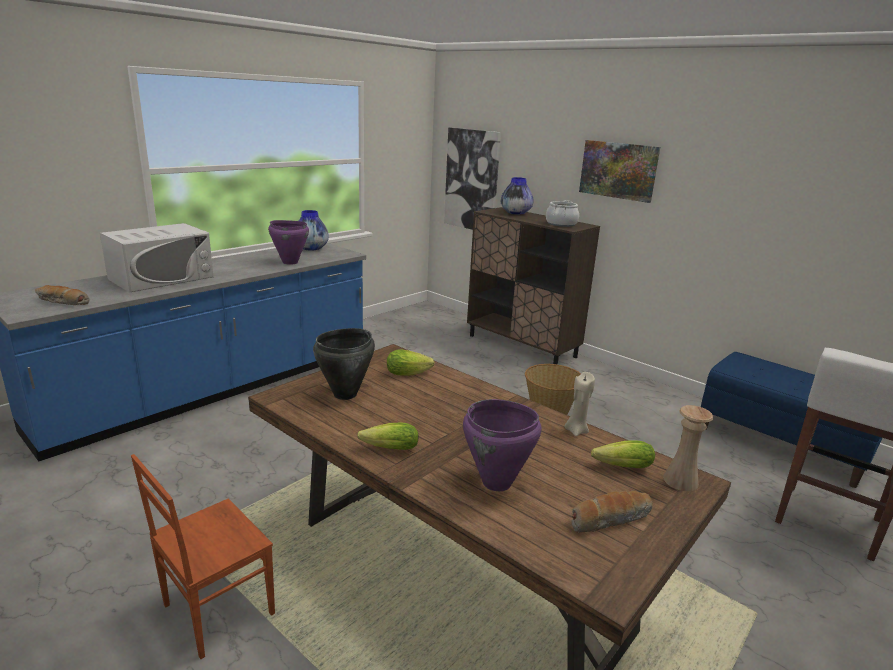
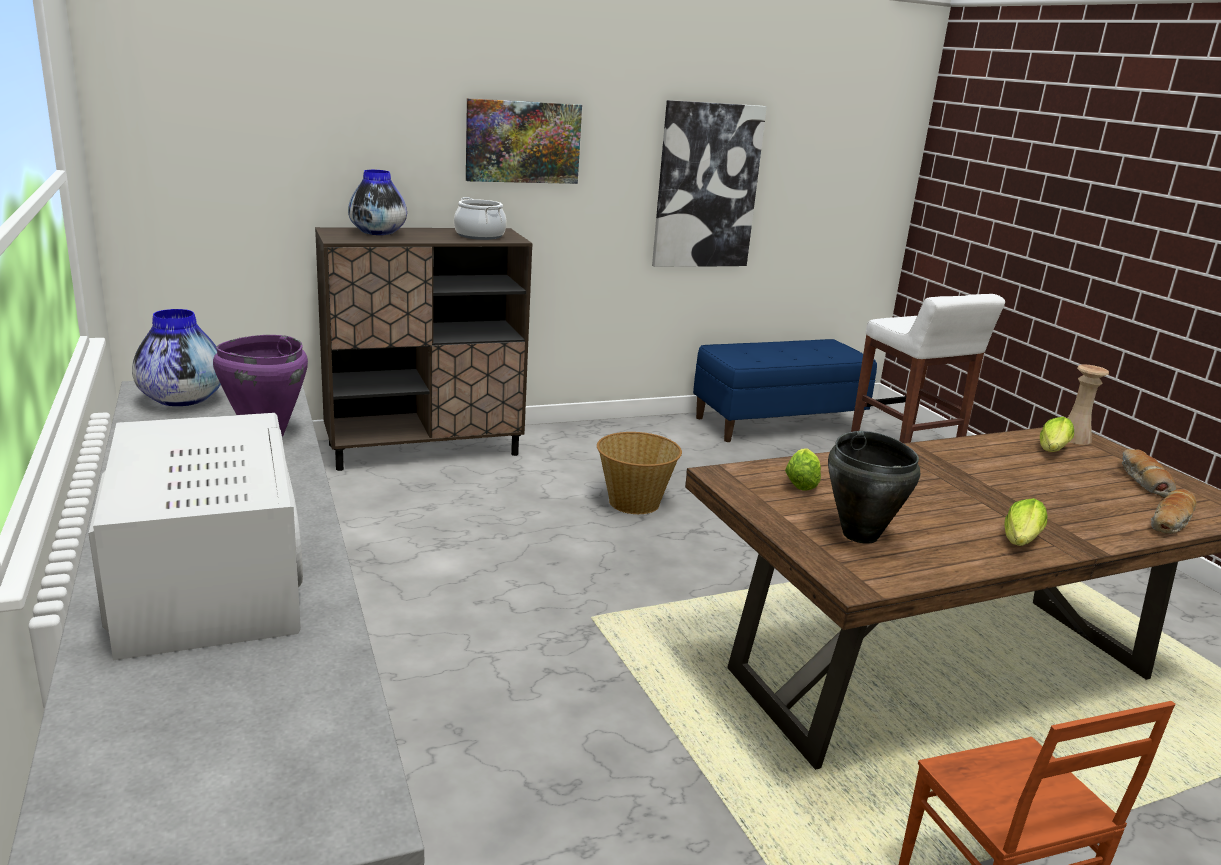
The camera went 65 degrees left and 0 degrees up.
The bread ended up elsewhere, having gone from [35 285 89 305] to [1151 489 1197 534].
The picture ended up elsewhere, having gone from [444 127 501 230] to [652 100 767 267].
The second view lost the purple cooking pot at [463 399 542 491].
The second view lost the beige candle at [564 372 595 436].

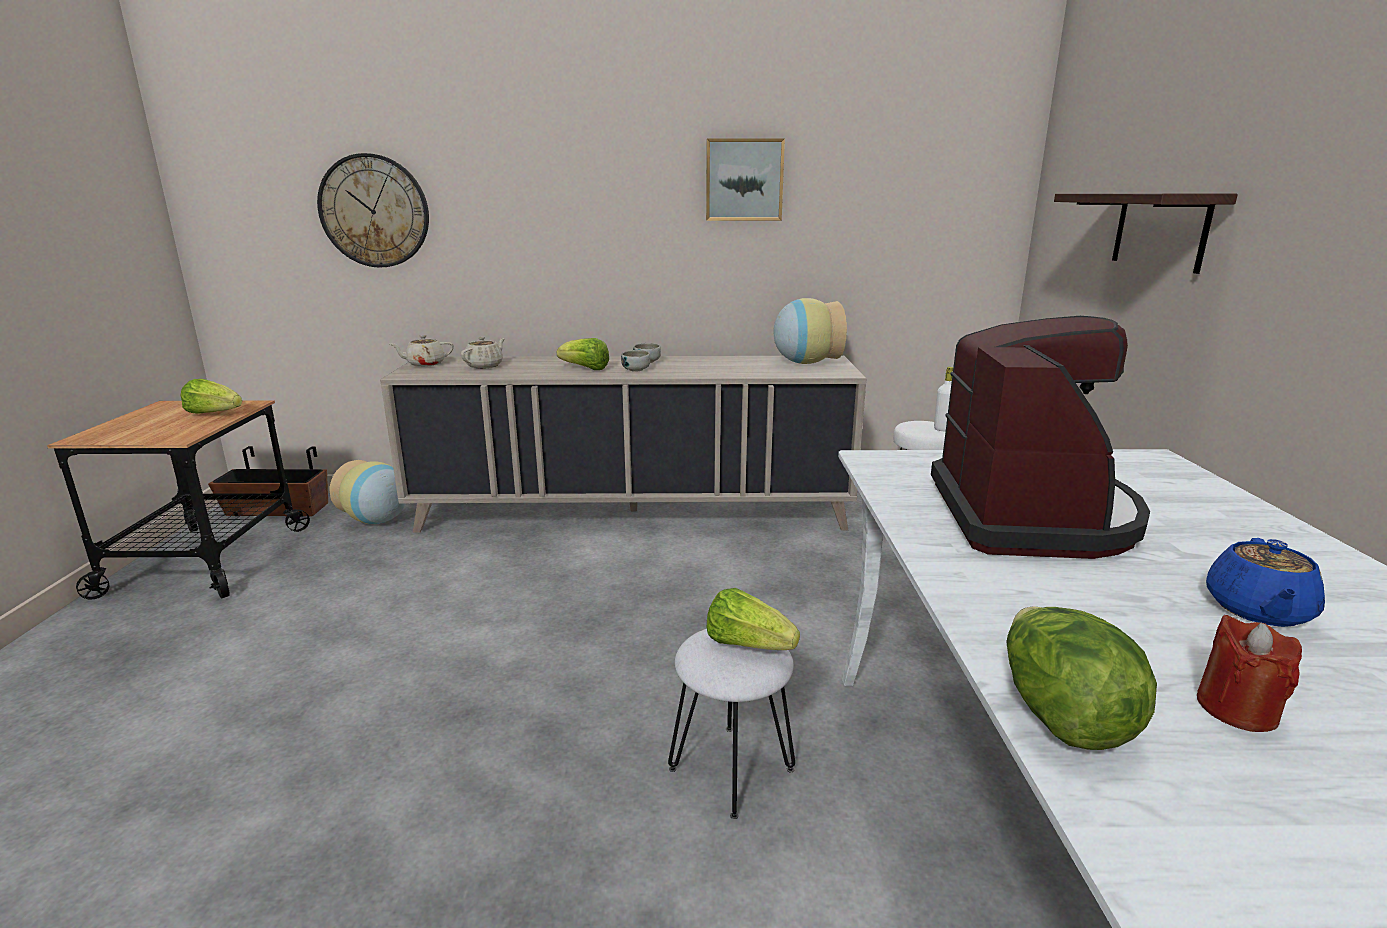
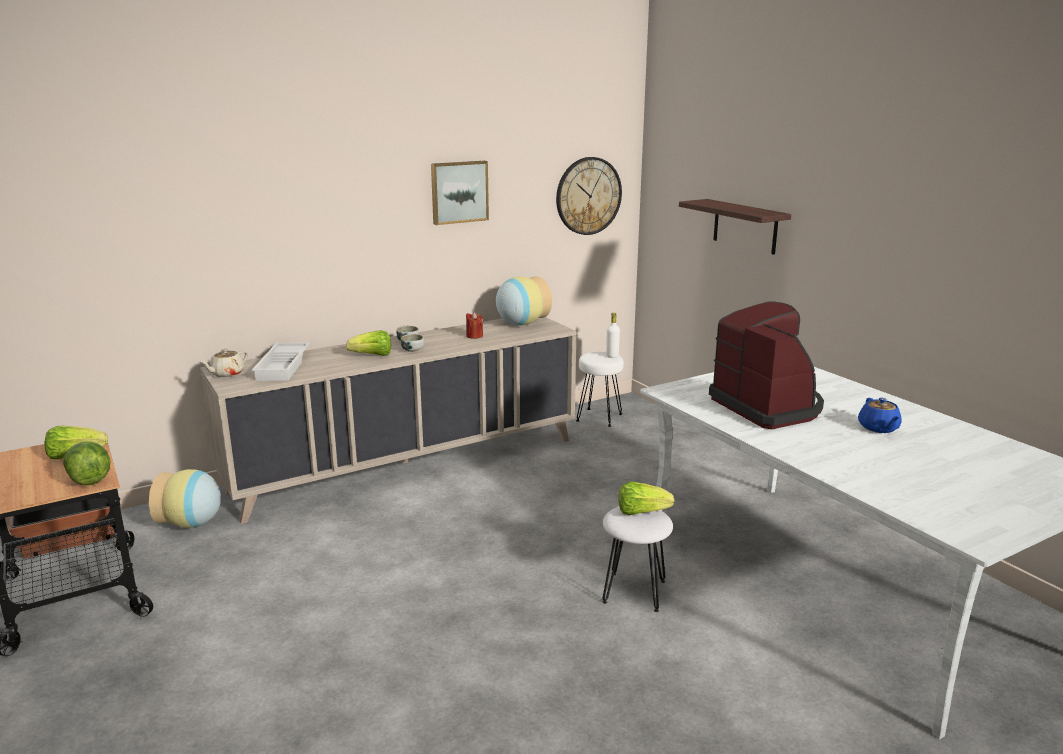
The camera went 30 degrees left and 0 degrees up.
The wall clock ended up elsewhere, having gone from [317 153 429 268] to [556 157 622 235].
Where the beige teapot stood at [461 337 505 369], the white tray came to stand at [252 343 310 381].
The lettuce ended up elsewhere, having gone from [1006 607 1157 750] to [63 441 110 485].
The red candle ended up elsewhere, having gone from [1197 614 1302 732] to [466 312 483 339].

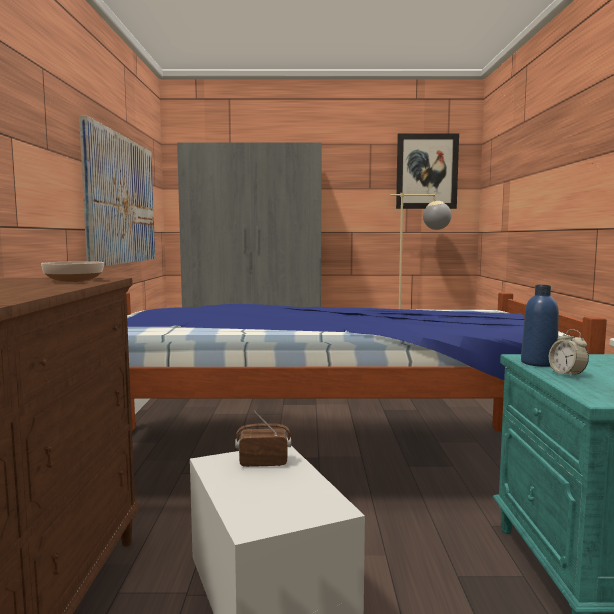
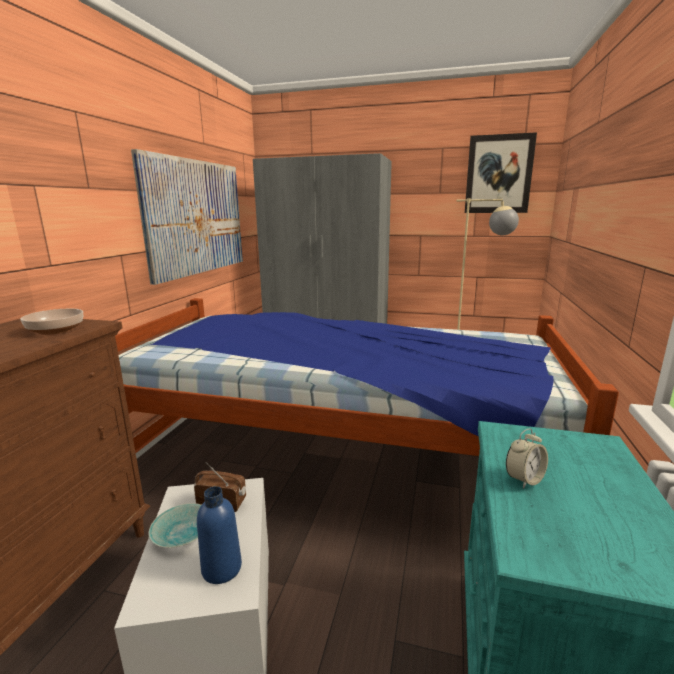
The camera went 15 degrees right and 10 degrees up.
The blue bottle ended up elsewhere, having gone from [521 285 559 367] to [197 486 242 584].
The alarm clock at [549 329 589 378] ended up facing another way, 120 degrees counterclockwise from before.
The second view gained the turquoise bowl at [148 503 201 548].

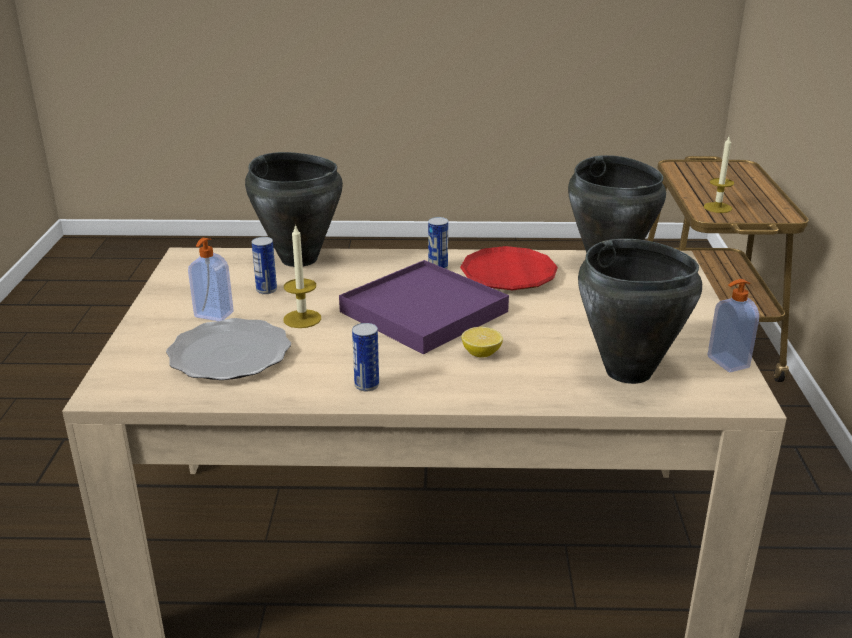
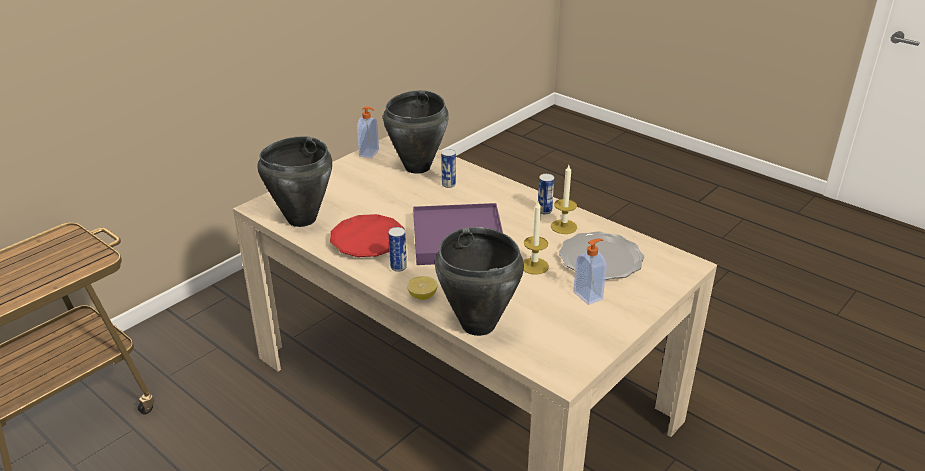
The camera went 140 degrees left and 5 degrees up.
The can ended up elsewhere, having gone from [252 237 277 294] to [441 149 456 188].
The lemon ended up elsewhere, having gone from [462 327 503 358] to [407 276 437 300].
The candle ended up elsewhere, having gone from [704 137 734 213] to [551 165 577 234].

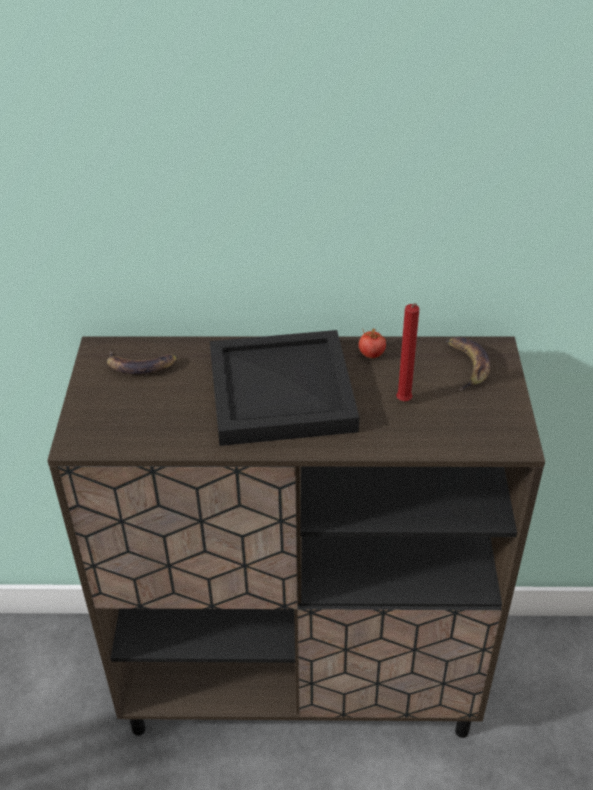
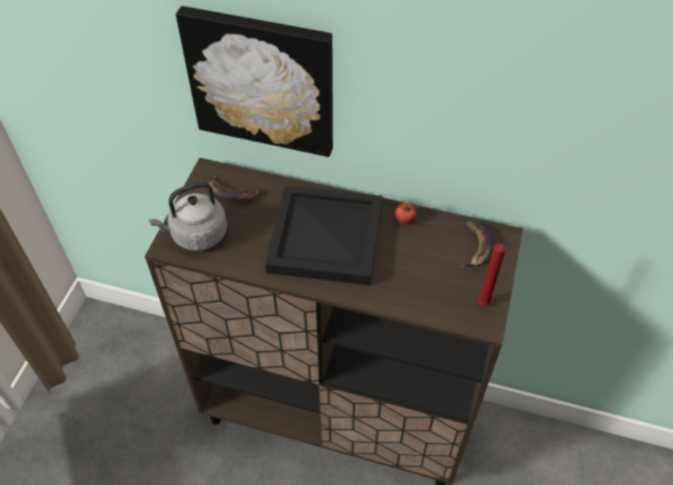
The camera went 15 degrees right and 10 degrees up.
The red candle ended up elsewhere, having gone from [396 303 419 401] to [478 243 506 306].
The second view gained the grey kettle at [148 182 227 251].
The second view gained the picture at [176 6 333 157].

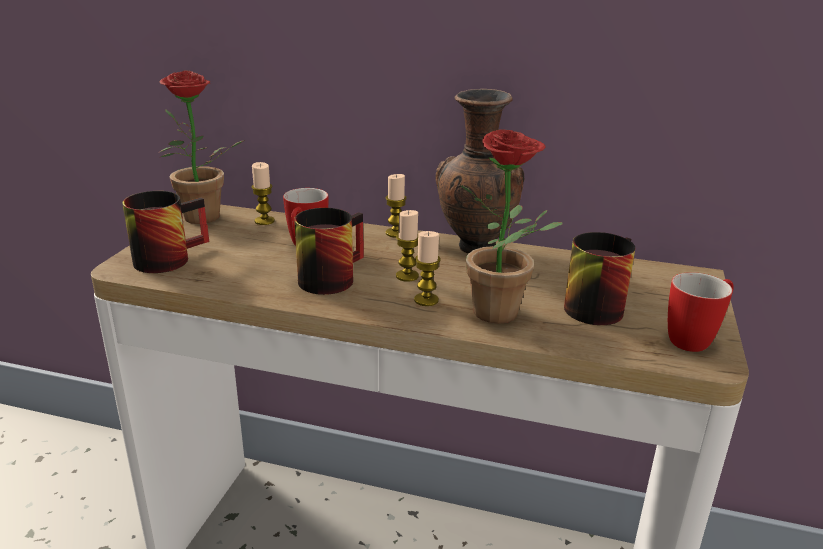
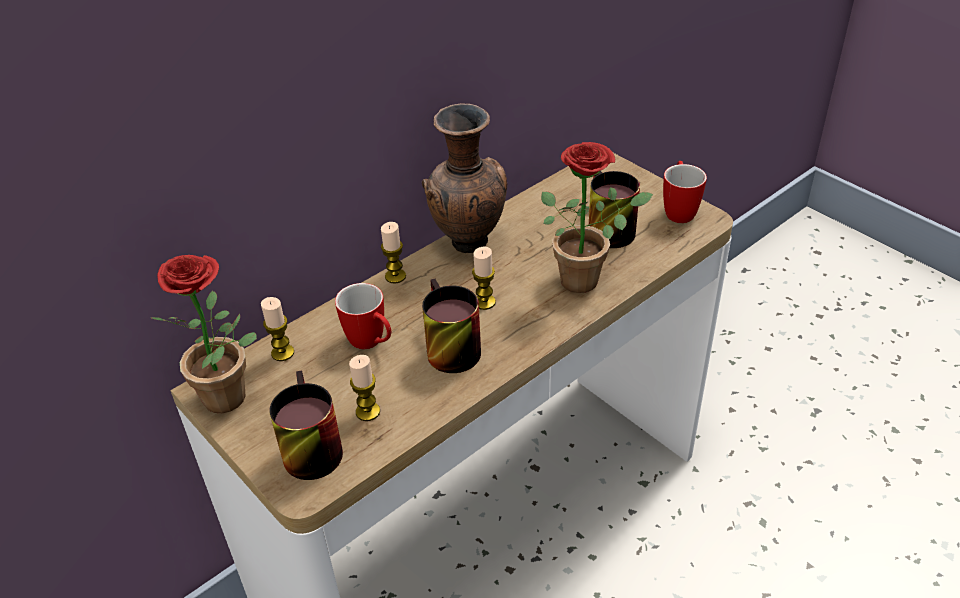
The camera went 55 degrees left and 15 degrees up.
The candle ended up elsewhere, having gone from [414 231 441 306] to [349 355 380 421].

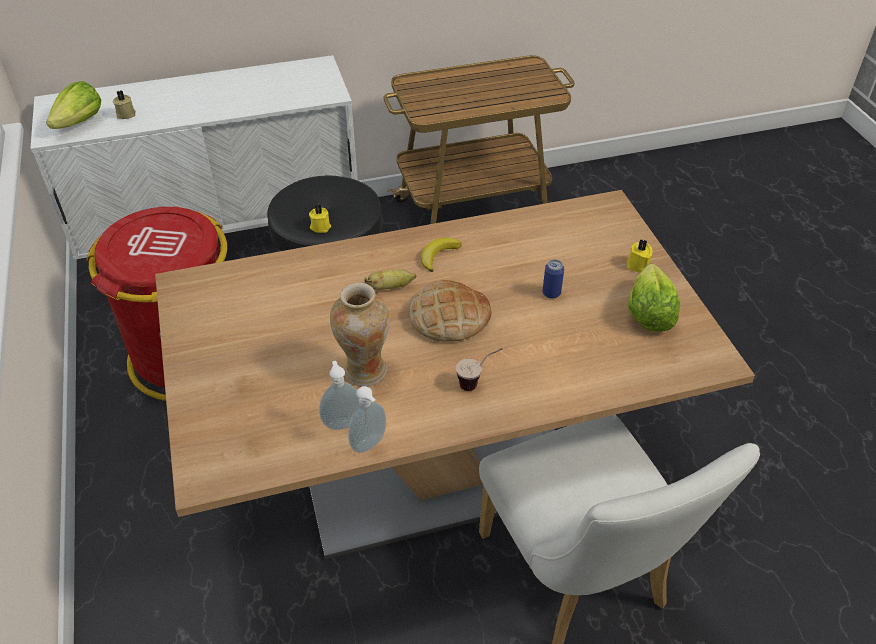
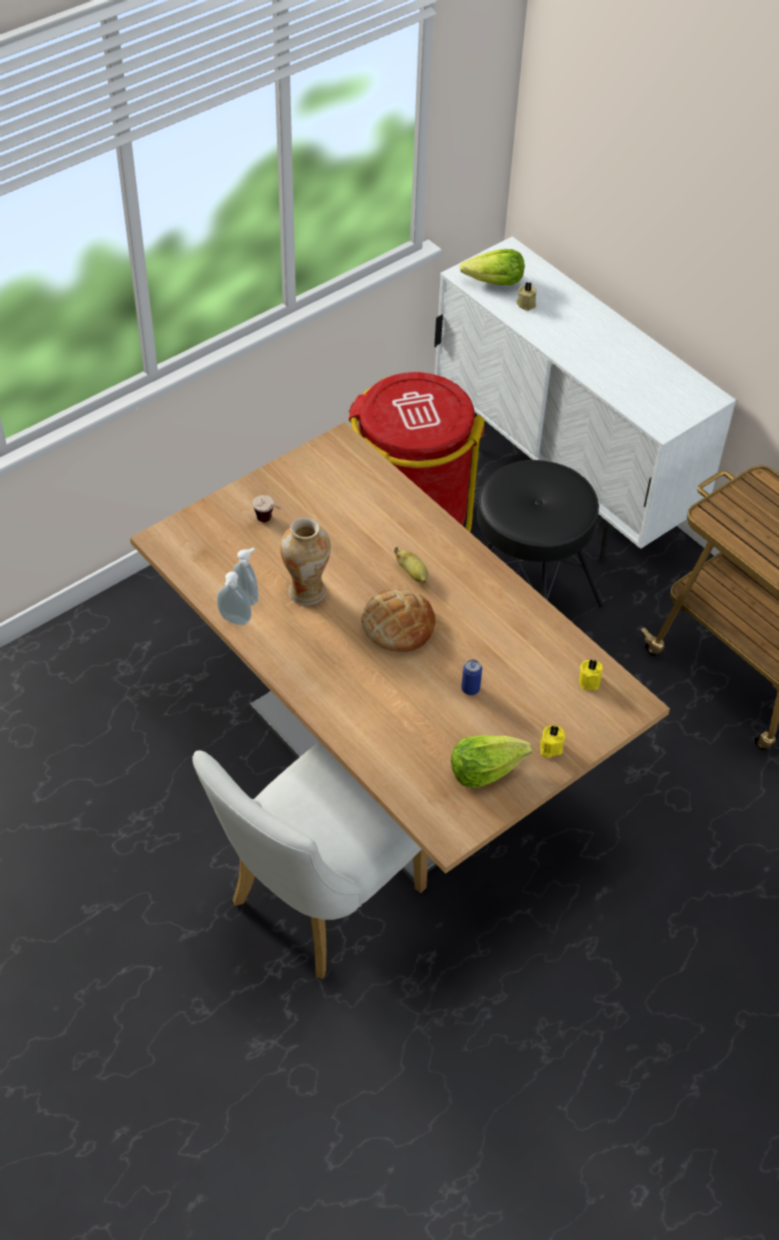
The camera went 65 degrees right and 5 degrees up.
The yellow candle ended up elsewhere, having gone from [309 204 331 233] to [579 659 603 690].
The second view lost the banana at [421 238 461 272].
The cup ended up elsewhere, having gone from [456 348 503 391] to [252 495 281 522].

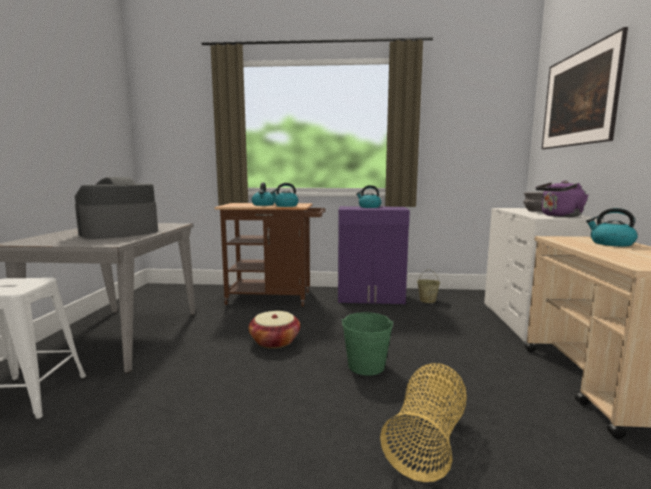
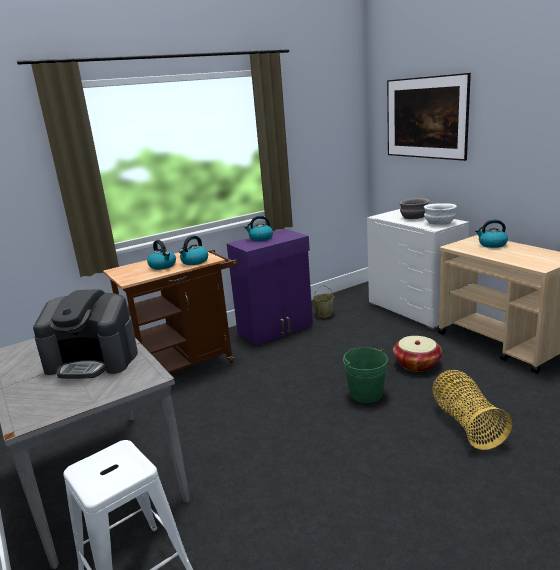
The camera went 35 degrees left and 10 degrees up.
The coffee machine at [75 177 158 239] ended up facing another way, 90 degrees counterclockwise from before.
The basket ended up elsewhere, having gone from [249 311 300 348] to [393 336 442 372].
Where the purple kettle stood at [536 180 588 217], the white bowl came to stand at [424 203 457 225].

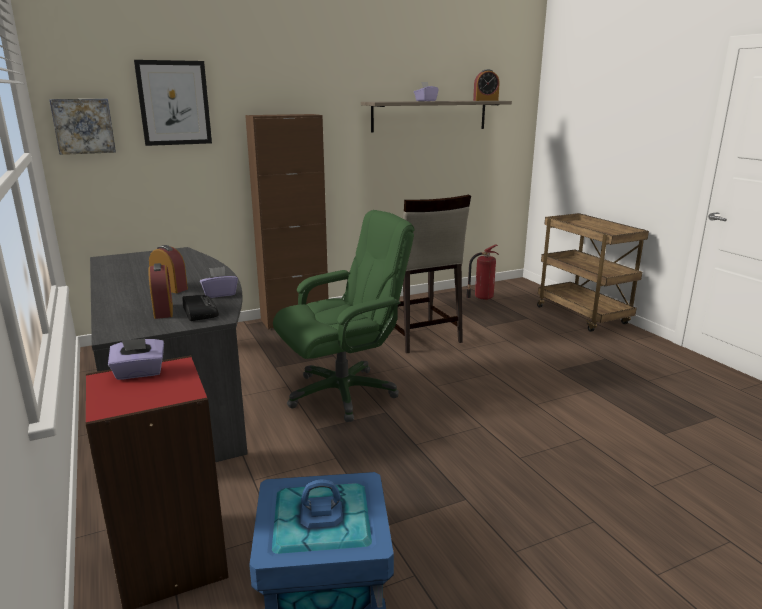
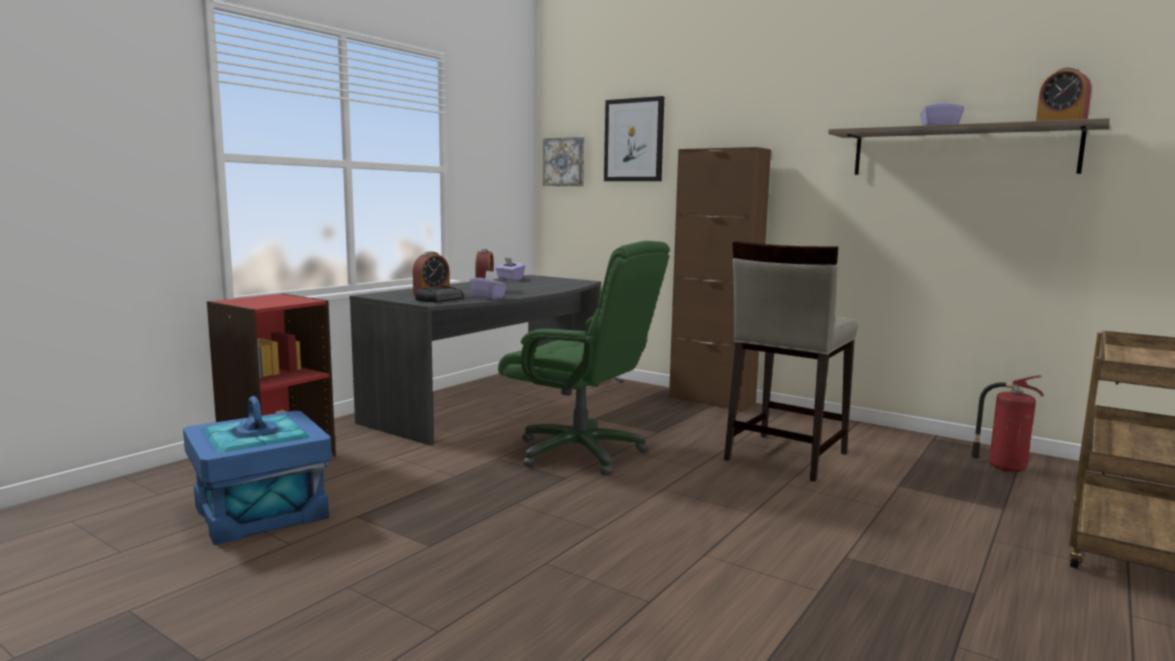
The camera went 60 degrees right and 10 degrees down.
The purple tissue box ended up elsewhere, having gone from [108 338 164 380] to [495 257 525 280].

